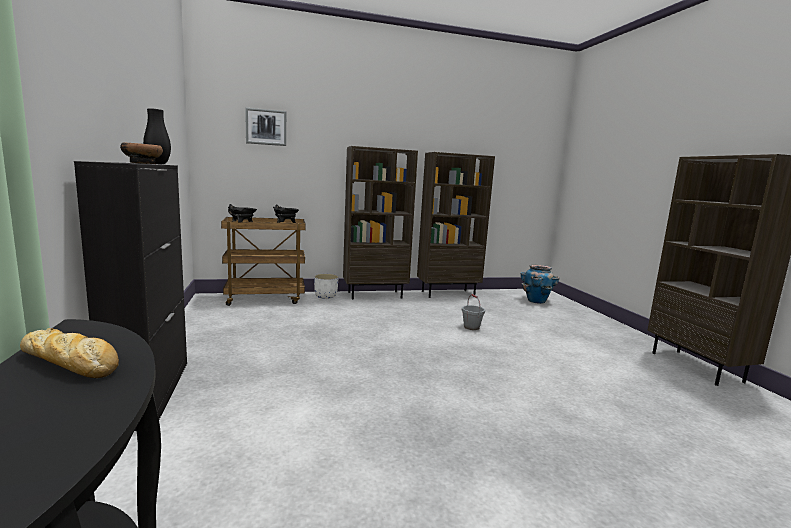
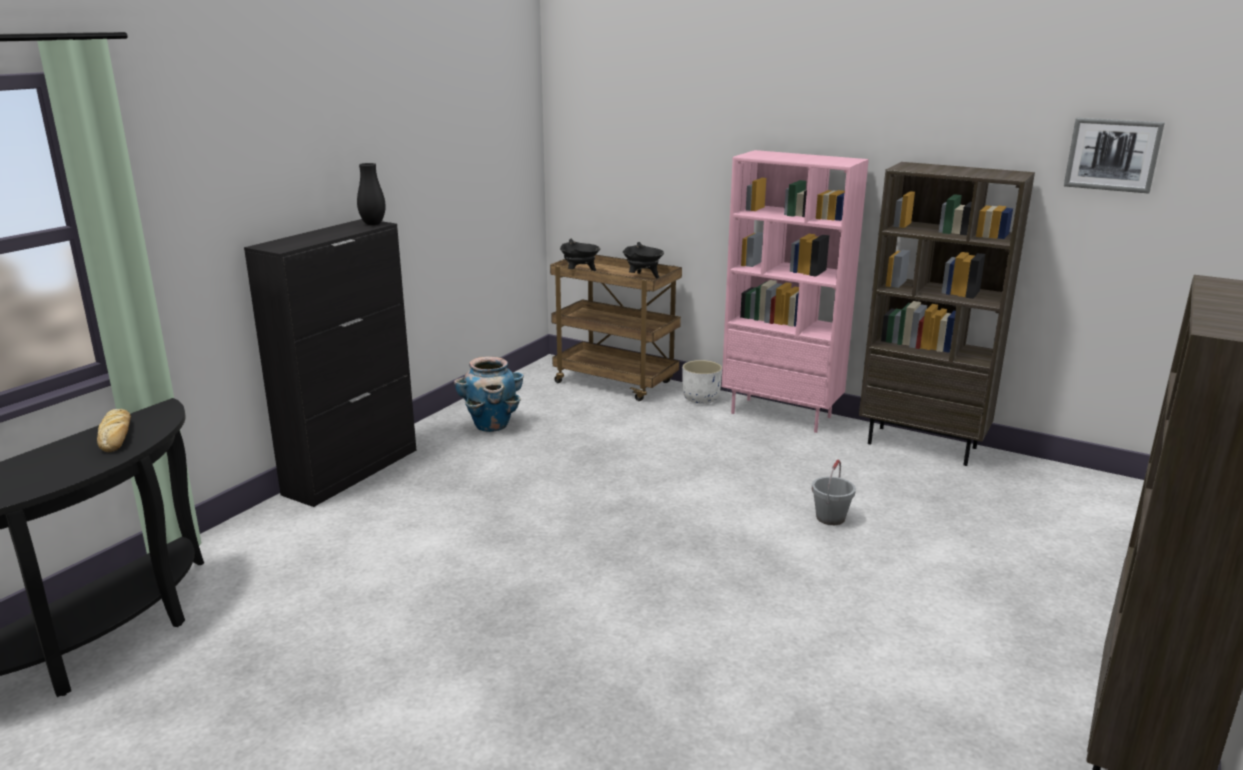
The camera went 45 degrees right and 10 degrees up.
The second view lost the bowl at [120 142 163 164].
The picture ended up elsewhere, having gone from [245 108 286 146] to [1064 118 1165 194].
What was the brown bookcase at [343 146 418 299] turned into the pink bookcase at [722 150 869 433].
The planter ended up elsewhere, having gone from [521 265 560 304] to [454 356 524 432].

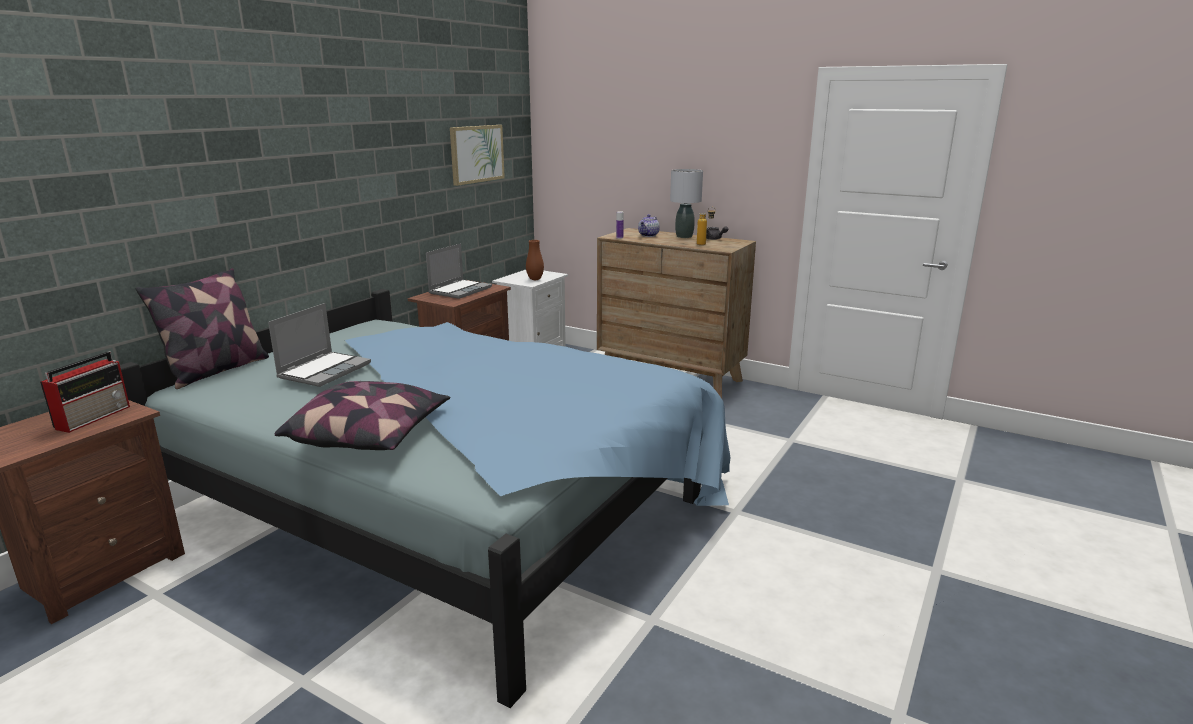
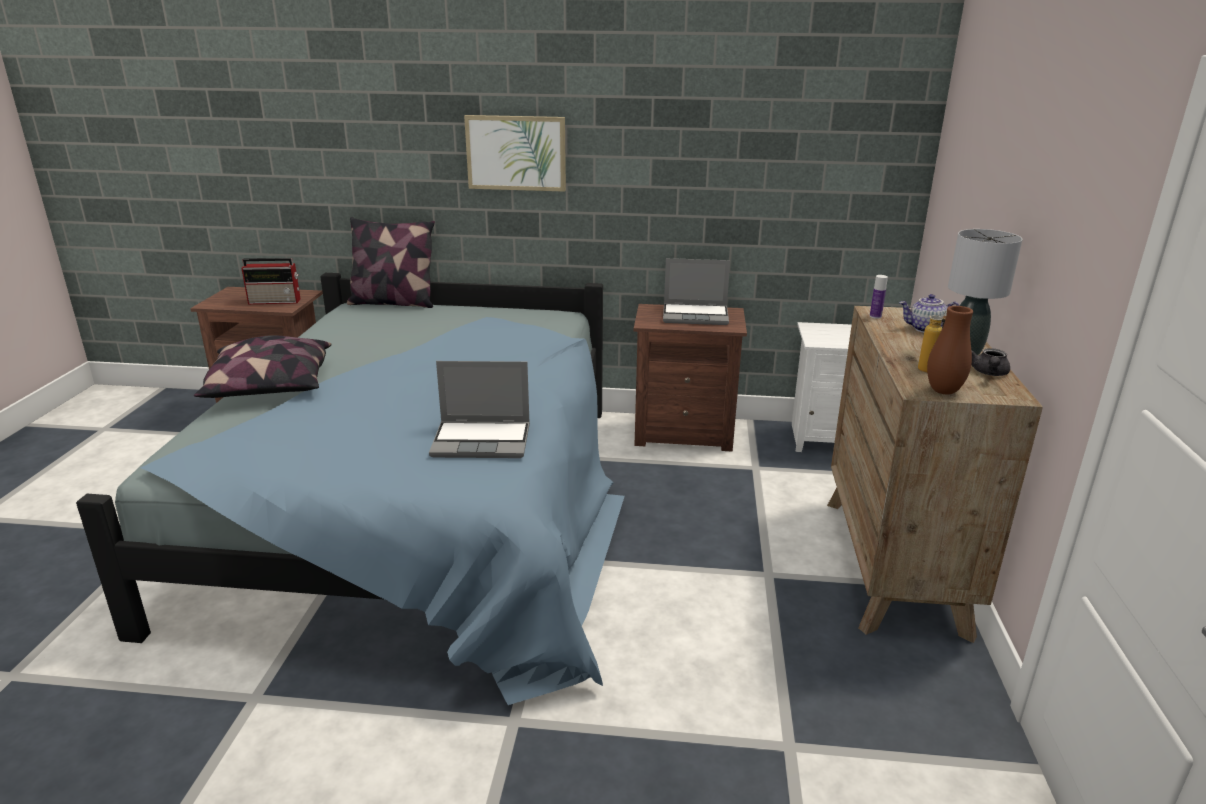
The camera went 65 degrees right and 5 degrees up.
The laptop ended up elsewhere, having gone from [268 303 371 387] to [429 361 530 458].
The picture ended up elsewhere, having gone from [450 125 505 186] to [464 115 566 192].
The brown vase ended up elsewhere, having gone from [526 240 544 280] to [927 306 973 394].

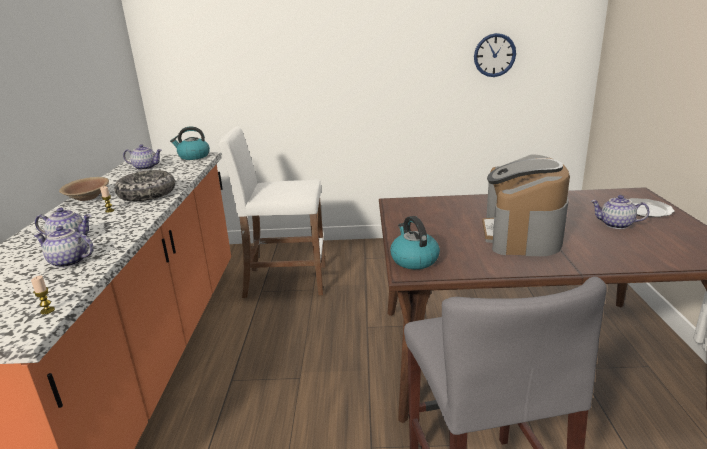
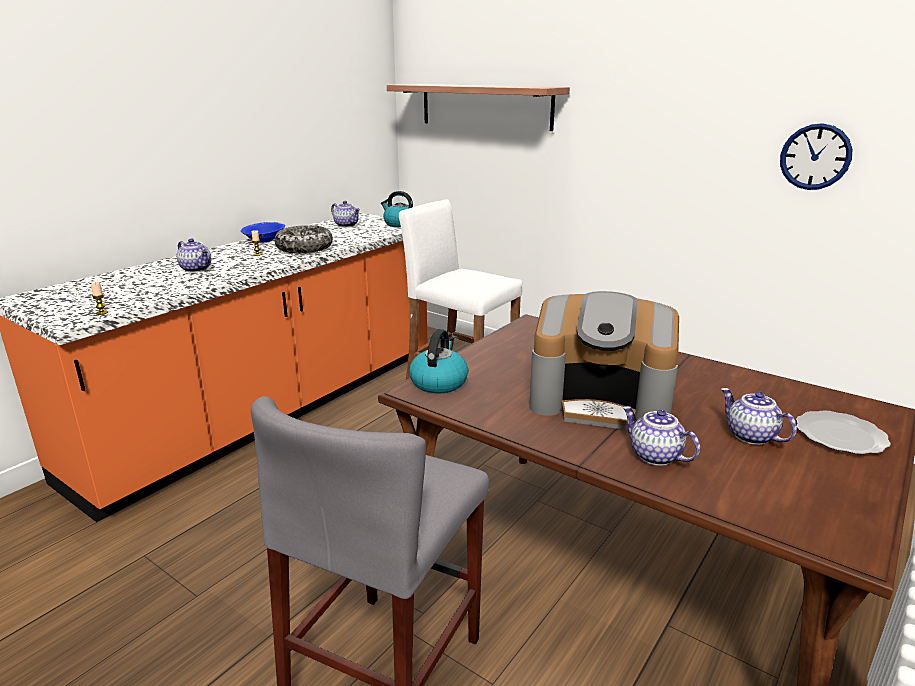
The camera went 35 degrees right and 0 degrees up.
The teapot ended up elsewhere, having gone from [33 226 94 268] to [622 406 700 466].
What was the brown bowl at [59 177 109 201] turned into the blue bowl at [241 222 285 243].
The coffee machine at [482 154 570 256] ended up facing another way, 120 degrees counterclockwise from before.
The second view gained the shelf at [387 84 570 131].

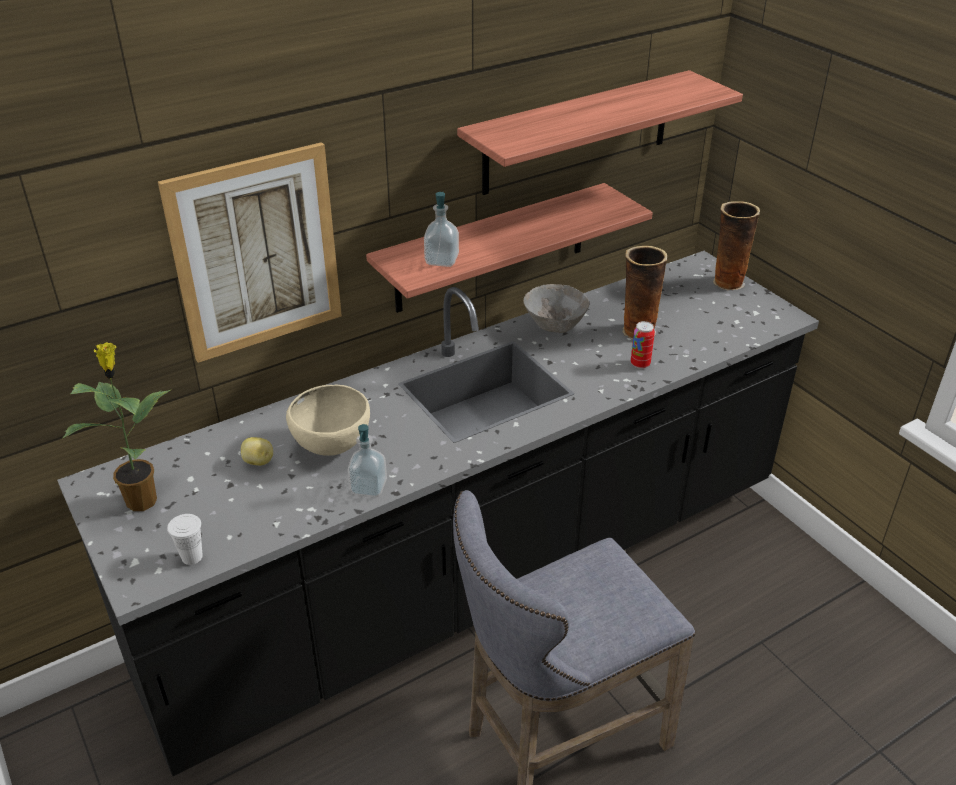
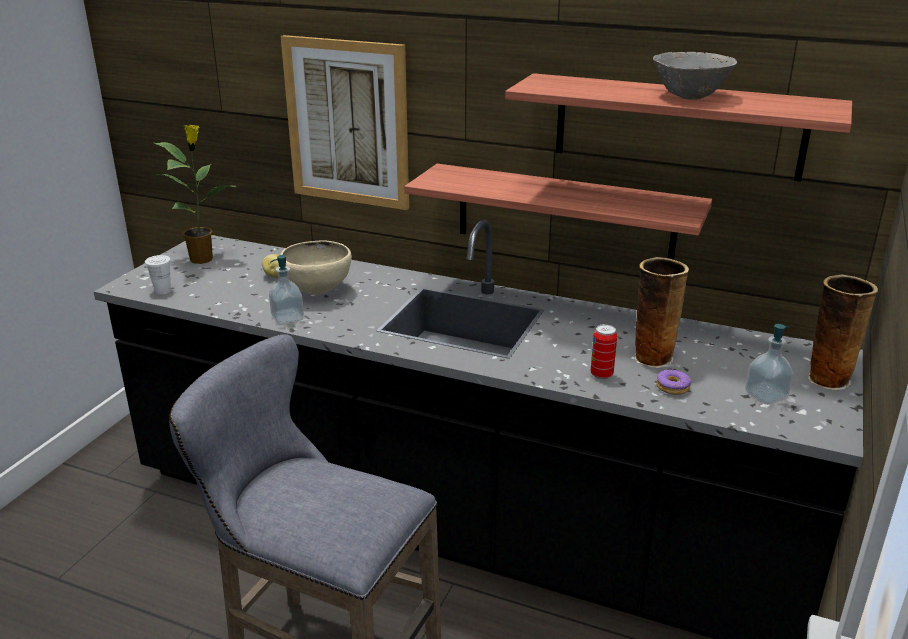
The camera went 55 degrees right and 10 degrees down.
The soap dispenser ended up elsewhere, having gone from [424 192 459 267] to [745 324 794 404].
The grey bowl ended up elsewhere, having gone from [523 284 590 333] to [653 52 737 100].
The second view gained the donut at [656 370 691 395].

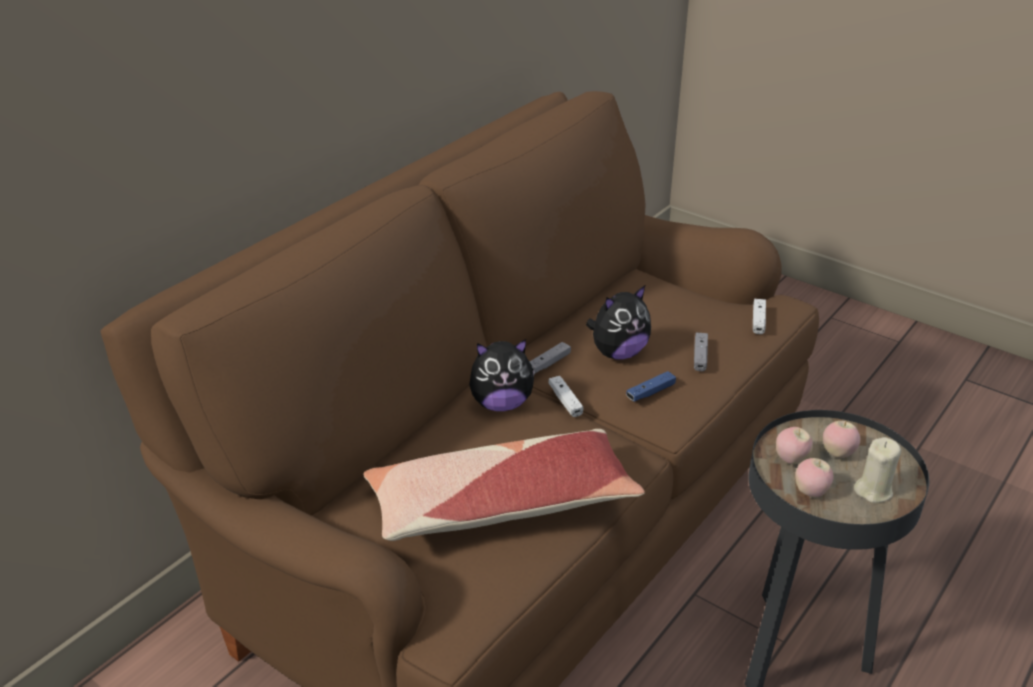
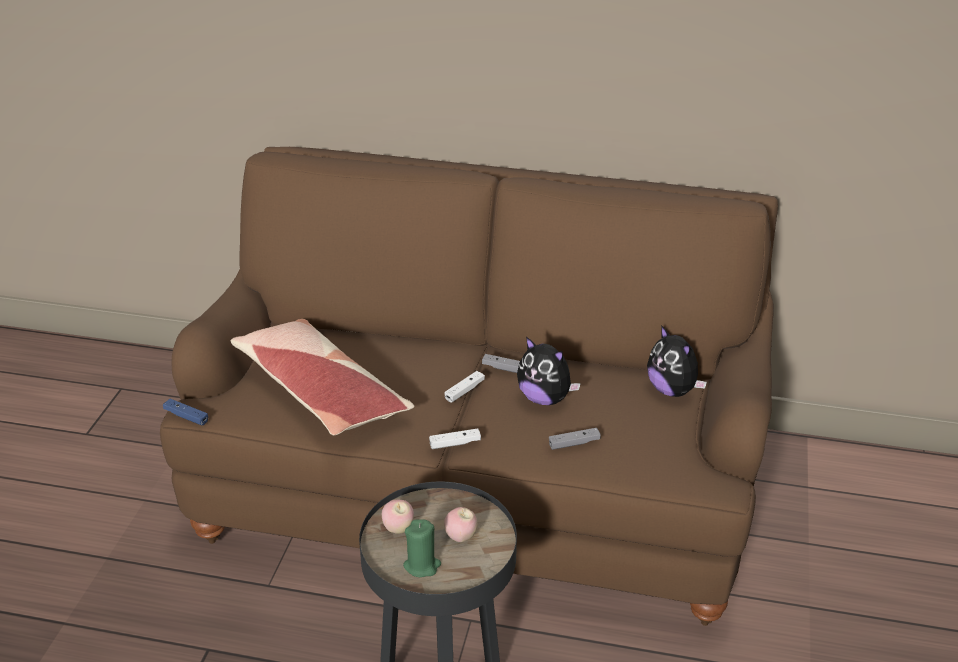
The camera went 65 degrees right and 0 degrees up.
The plush toy ended up elsewhere, having gone from [469 339 536 411] to [647 325 707 397].
The blue game controller ended up elsewhere, having gone from [626 371 676 401] to [163 399 208 426].
The white game controller ended up elsewhere, having gone from [753 299 766 334] to [429 428 481 449].
The second view lost the apple at [776 427 813 464].
What was the beige candle at [854 437 901 503] turned into the green candle at [403 520 441 577].

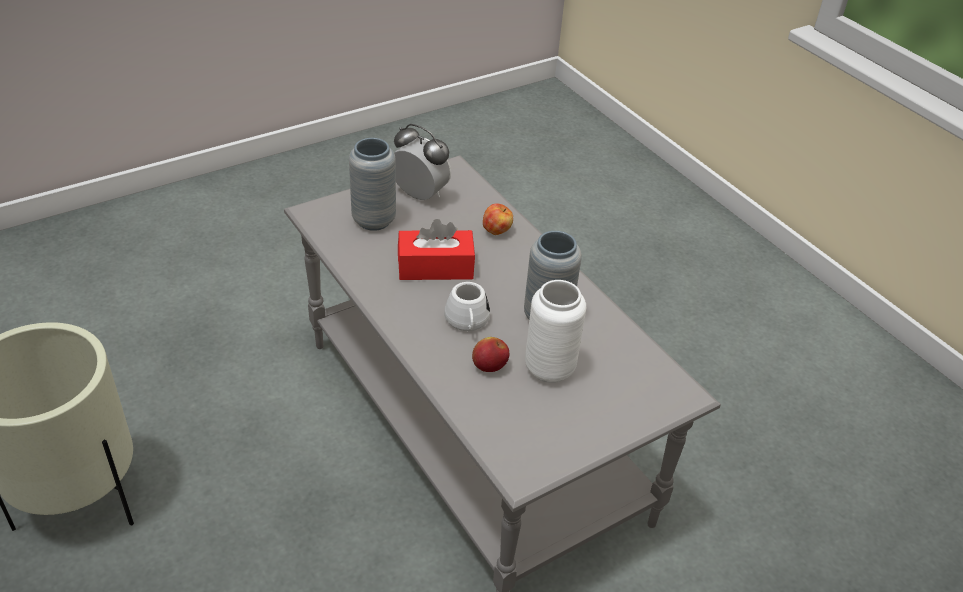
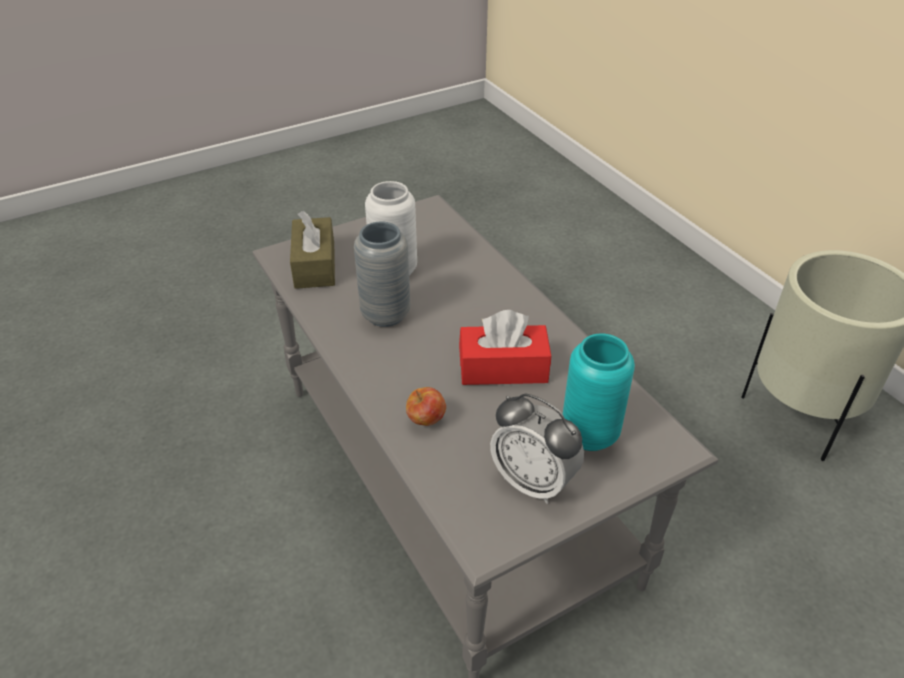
The camera went 175 degrees left and 0 degrees up.
What was the grey vase at [349 138 396 231] turned into the turquoise vase at [562 333 635 451].
The second view lost the white mug at [444 282 490 331].
The second view lost the apple at [472 337 509 372].
The second view gained the brown tissue box at [290 211 335 289].

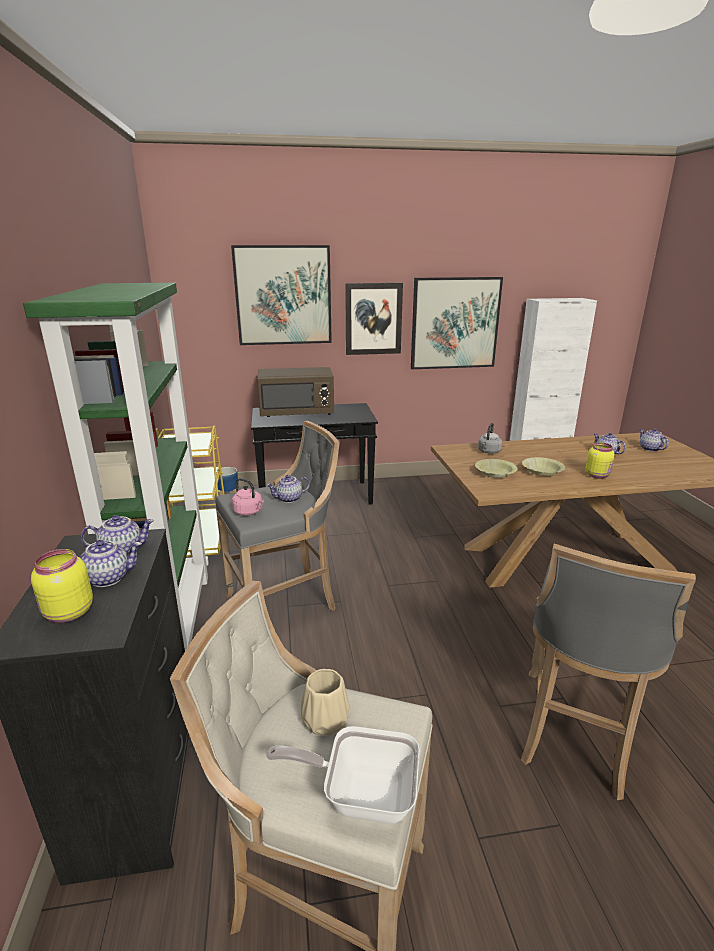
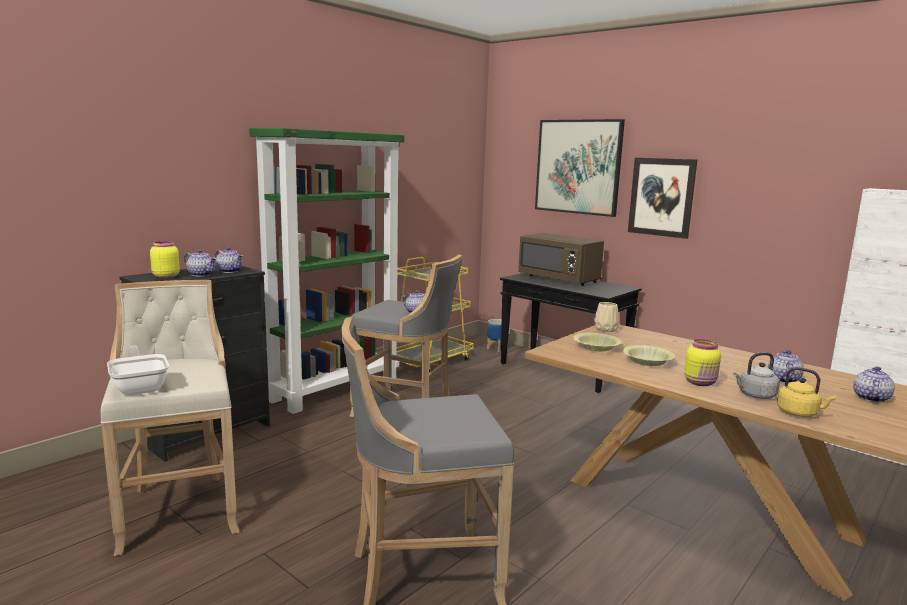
The camera went 50 degrees right and 10 degrees down.
The second view lost the pink kettle at [232 478 264 516].
The beige vase ended up elsewhere, having gone from [301 669 350 736] to [594 302 619 332].
The second view lost the picture at [411 277 503 369].
The grey kettle ended up elsewhere, having gone from [478 423 502 454] to [733 352 780 399].
The second view gained the yellow kettle at [777 367 836 417].

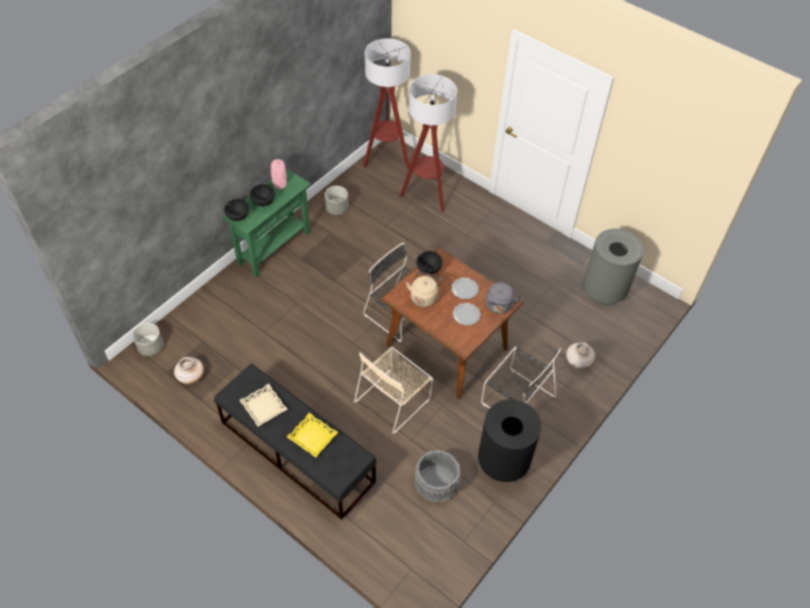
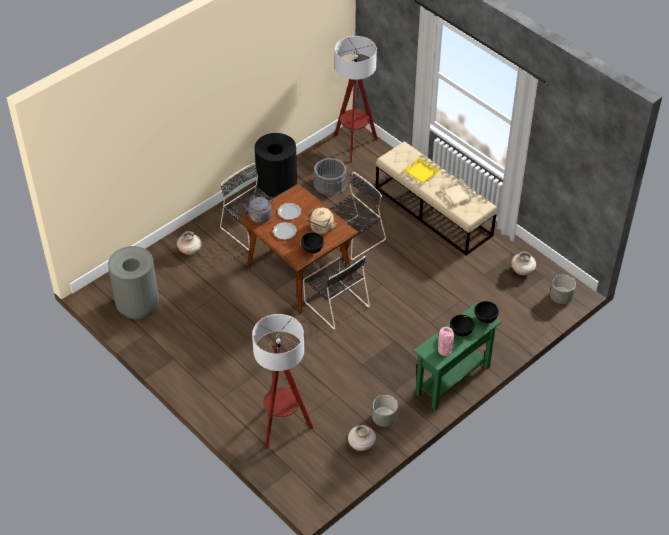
The camera went 170 degrees left and 5 degrees down.
What was the black bench at [214 364 376 520] turned into the beige bench at [376 142 497 256].
What was the beige chair at [354 347 433 434] turned into the black chair at [330 172 386 260].
The floor lamp ended up elsewhere, having gone from [363 38 411 168] to [334 36 378 163].
The second view gained the beige vase at [348 425 376 451].

